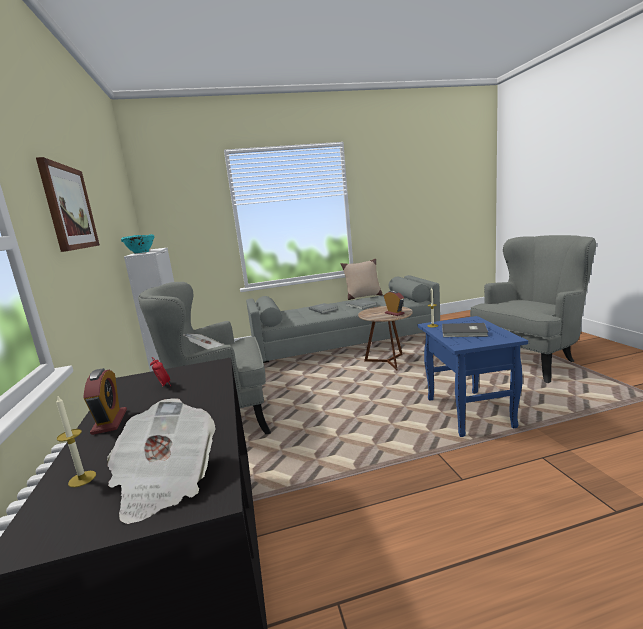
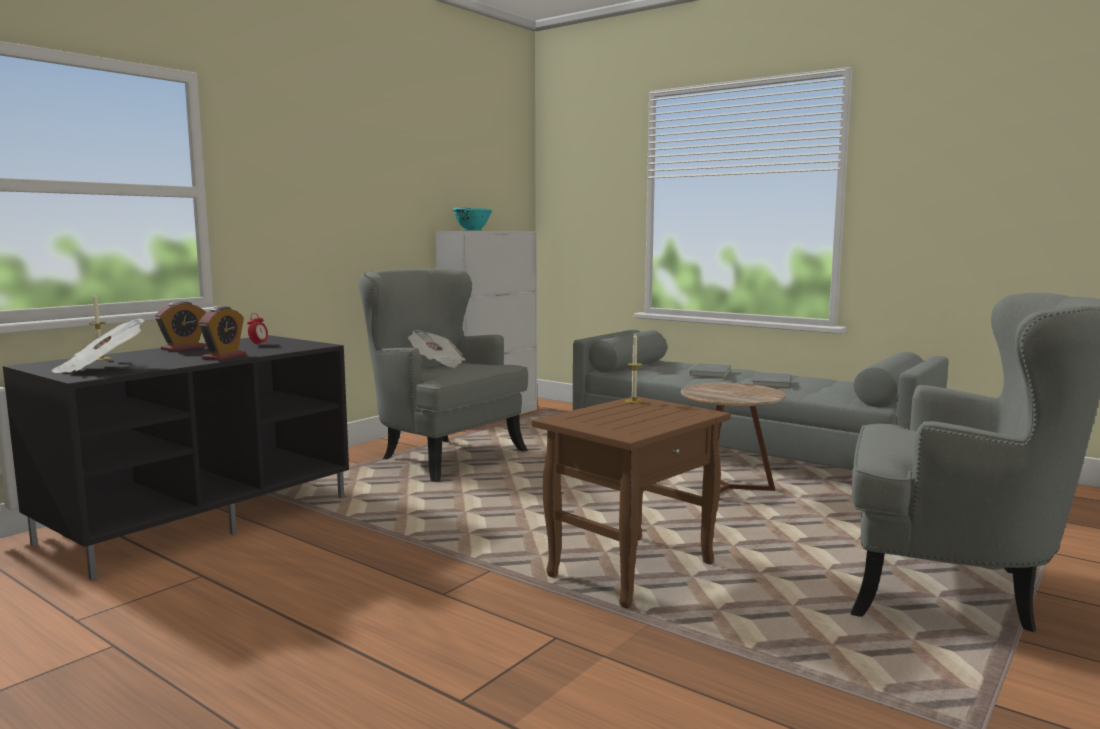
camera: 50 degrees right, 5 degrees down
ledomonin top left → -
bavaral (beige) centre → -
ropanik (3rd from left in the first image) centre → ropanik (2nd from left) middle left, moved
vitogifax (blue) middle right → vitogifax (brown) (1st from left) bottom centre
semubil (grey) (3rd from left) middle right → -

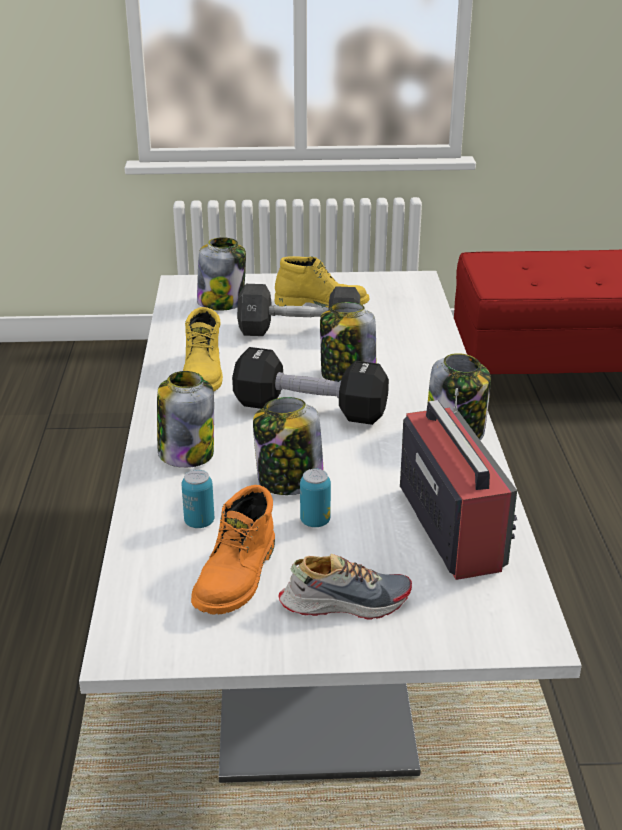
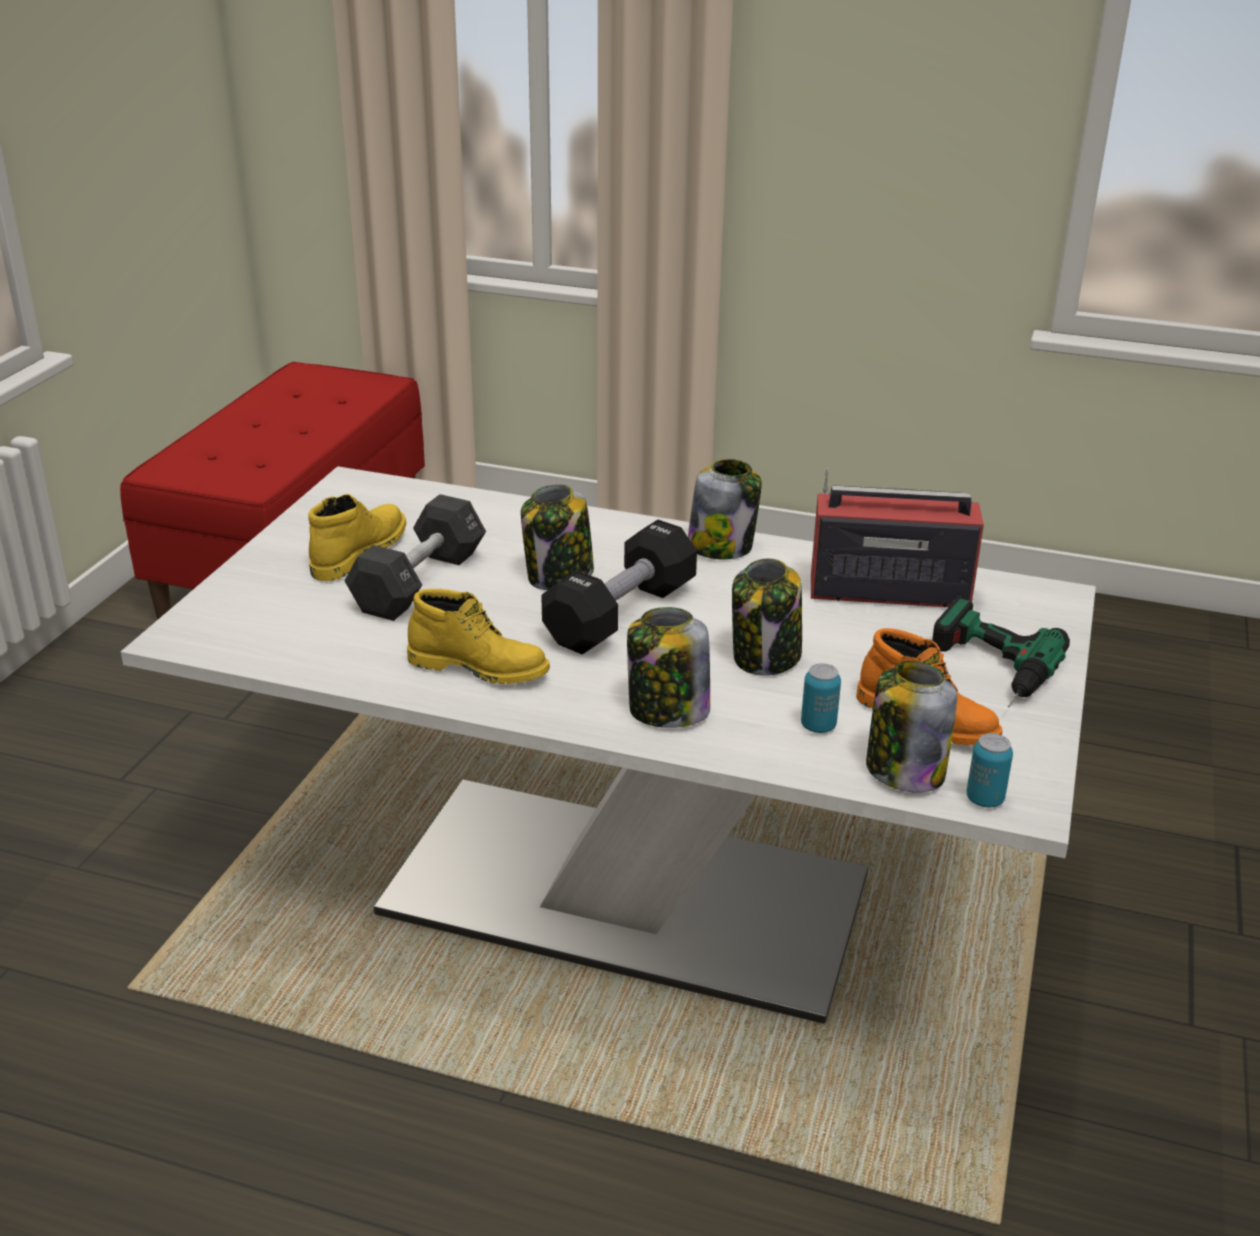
camera: 70 degrees left, 0 degrees up
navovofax (2nd from left in the first image) top centre → navovofax (5th from left) middle right, moved
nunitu bottom centre → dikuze middle right
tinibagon (2nd from left) centre → tinibagon (2nd from left) middle right, moved

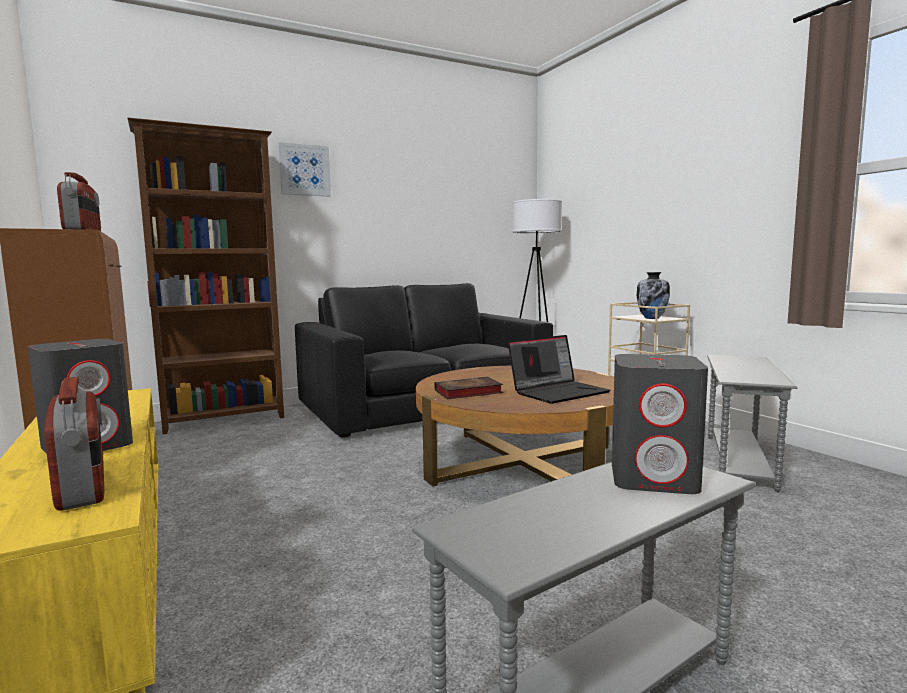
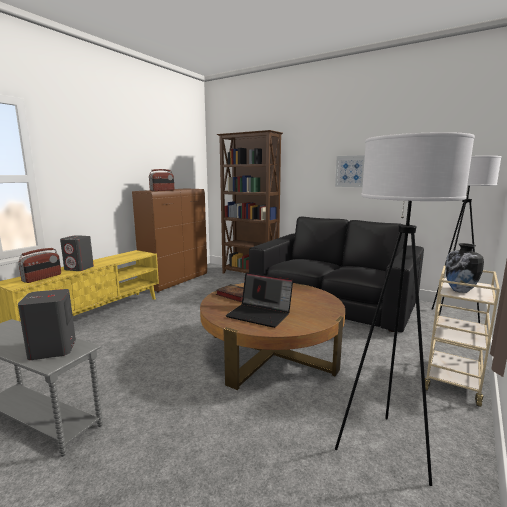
camera: 60 degrees right, 5 degrees up
ledomonin top centre → ledomonin middle right, moved
vitogifax (grey) (2nd from left) middle right → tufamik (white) (1st from left) middle right

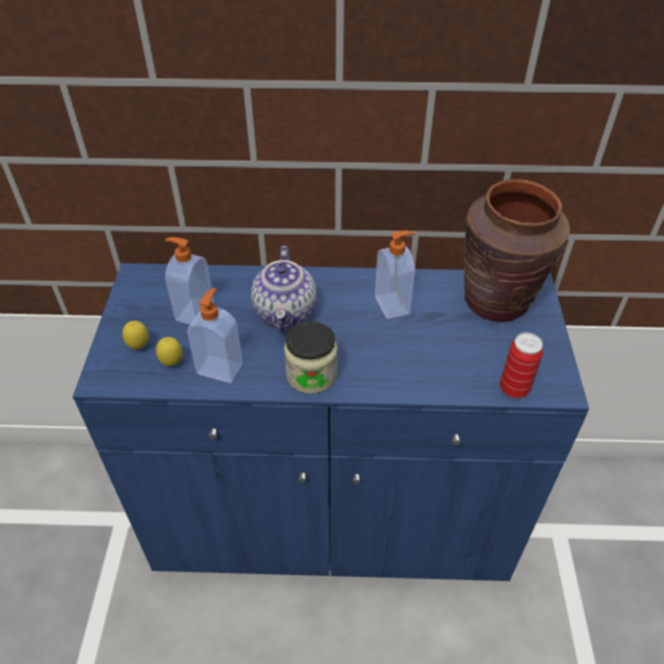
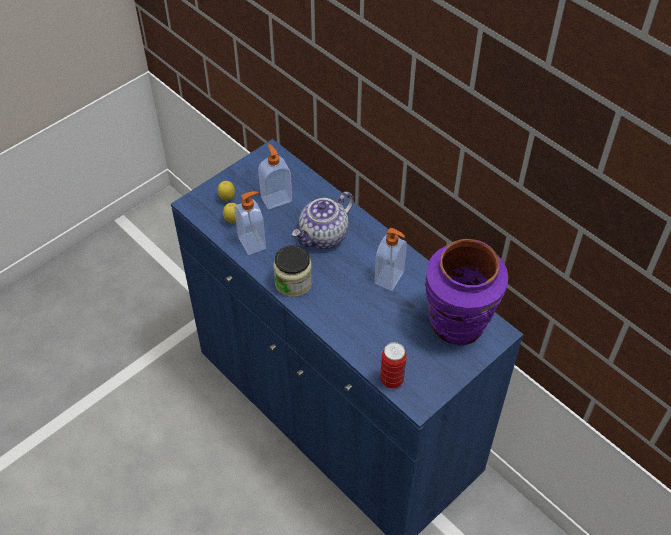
camera: 45 degrees right, 5 degrees up
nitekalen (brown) middle right → nitekalen (purple) middle right

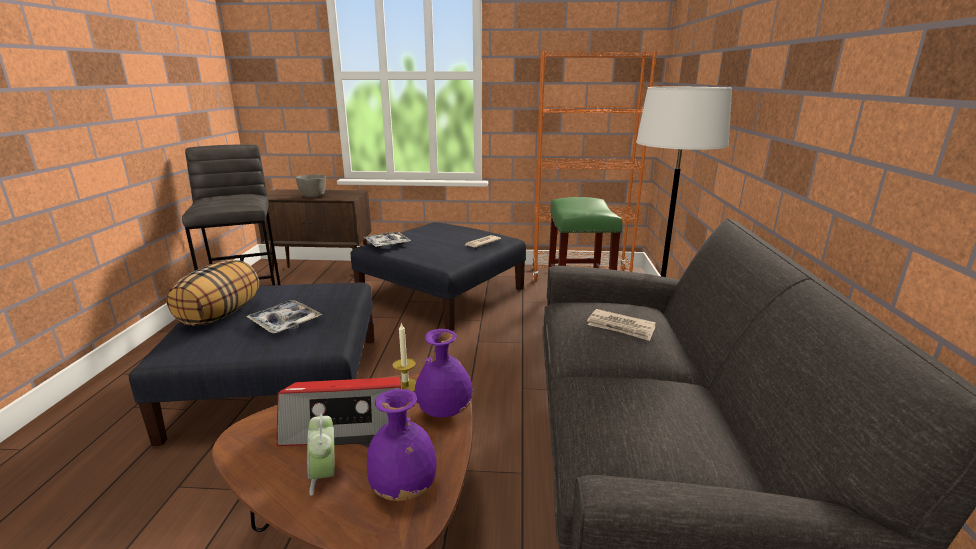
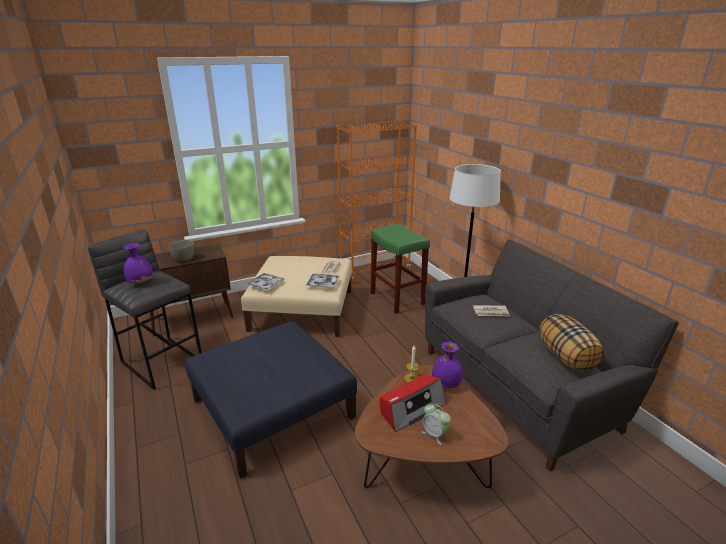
camera: 30 degrees left, 5 degrees up
bavaral middle left → bavaral middle right, moved
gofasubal (1st from left in the first image) middle left → gofasubal (2nd from left) centre, moved
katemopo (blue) (2nd from left) centre → katemopo (beige) centre
nitekalen (purple) (1st from left) bottom centre → nitekalen (purple) (1st from left) middle left, moved

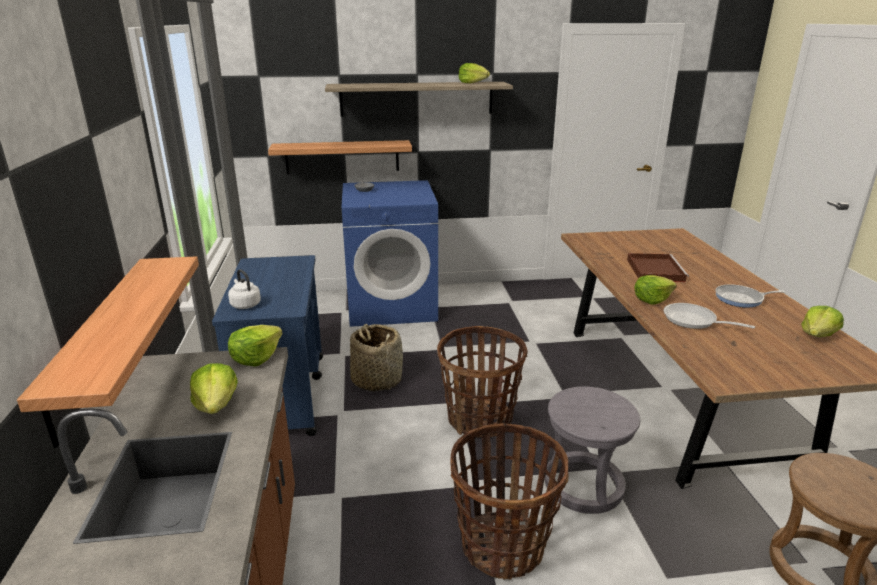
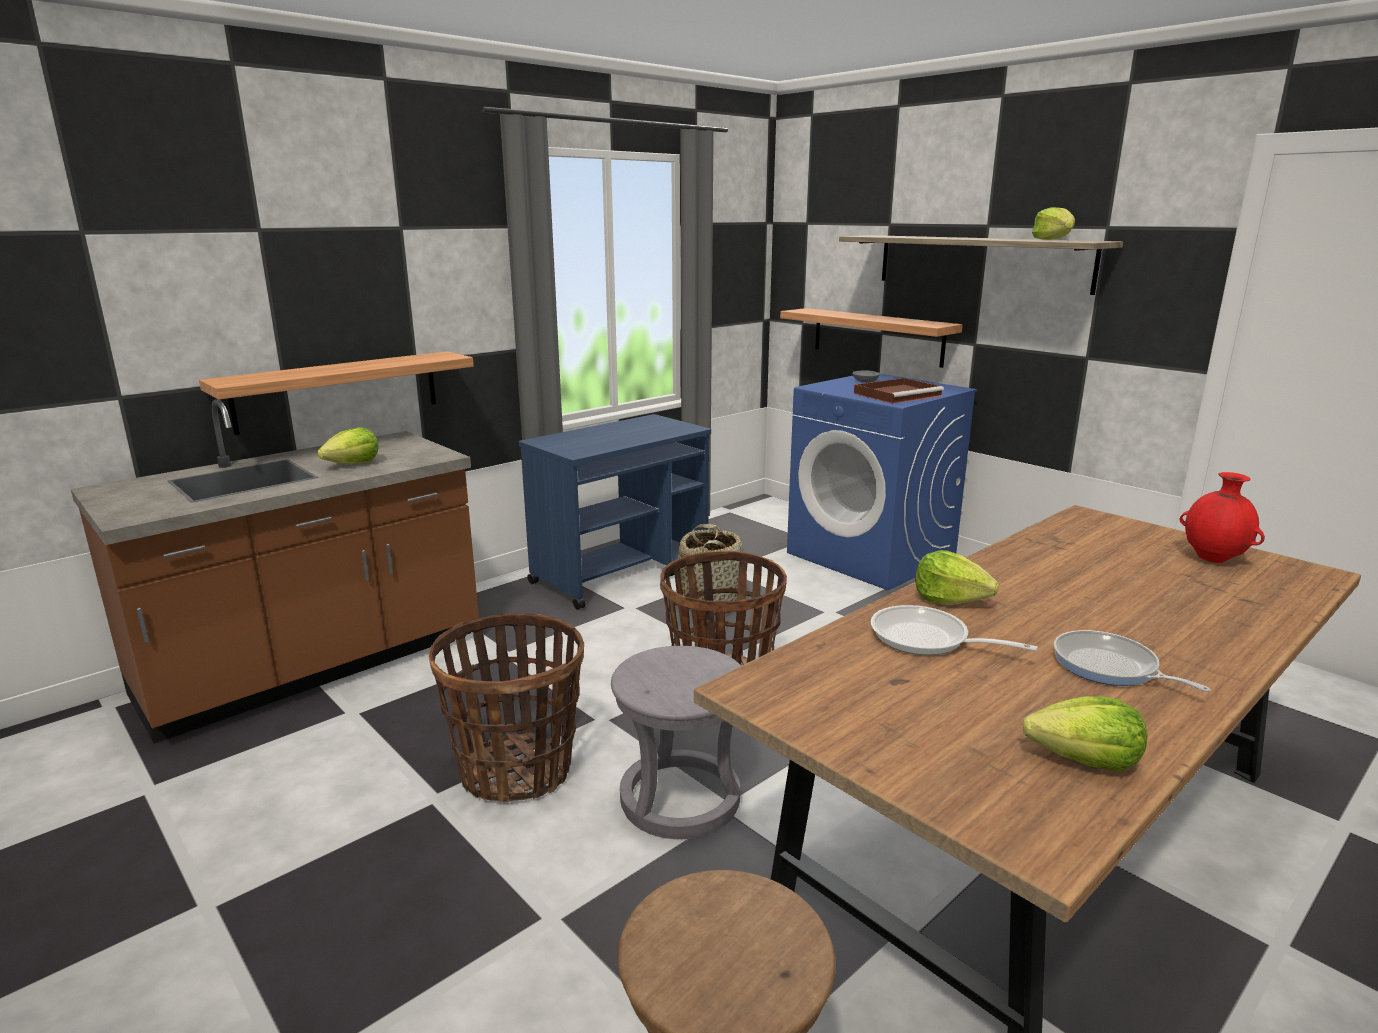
camera: 55 degrees right, 5 degrees down
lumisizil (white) middle left → -
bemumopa (2nd from left) middle left → -
gofasubal (brown) middle right → gofasubal (brown) centre, moved
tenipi (1st from left) middle right, 60 degrees counterclockwise
- → nitekalen (red) middle right

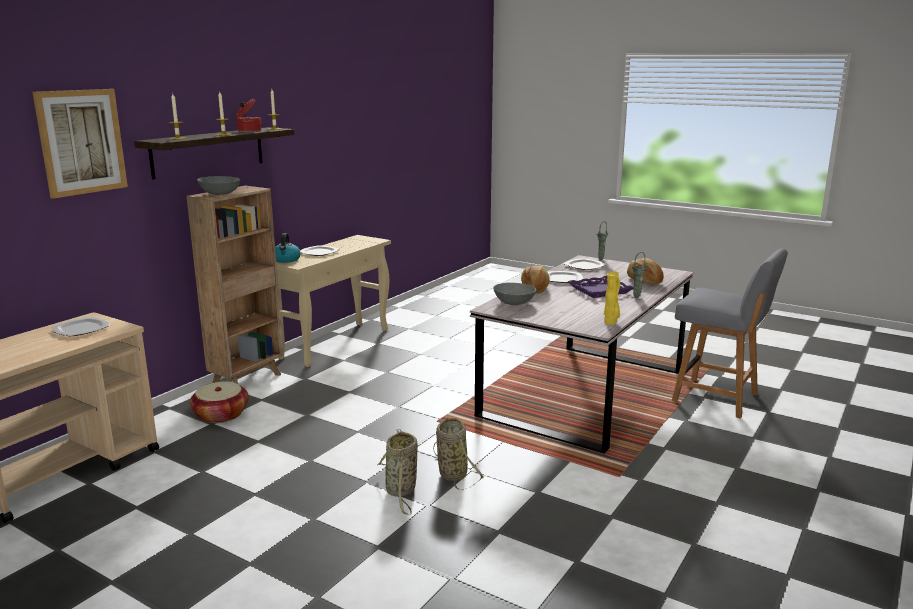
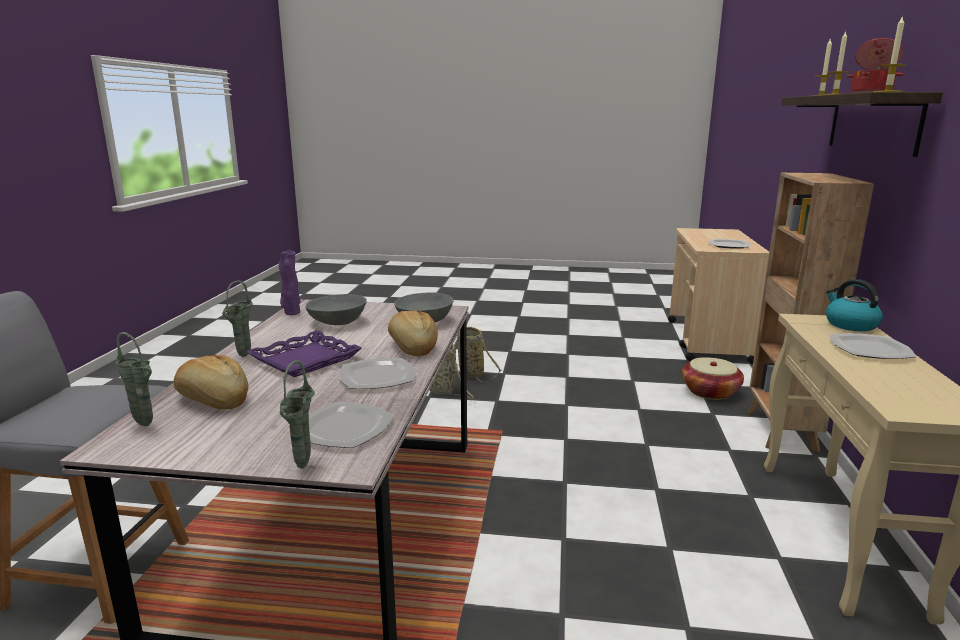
camera: 155 degrees right, 0 degrees up
ledomonin top left → -
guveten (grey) (1st from left) top left → guveten (grey) (1st from left) centre, moved
nitekalen (yellow) middle right → nitekalen (purple) middle left
- → nitekalen (green) (1st from left) middle left

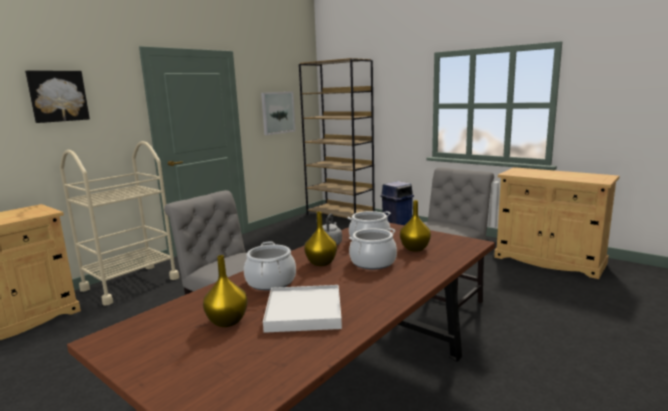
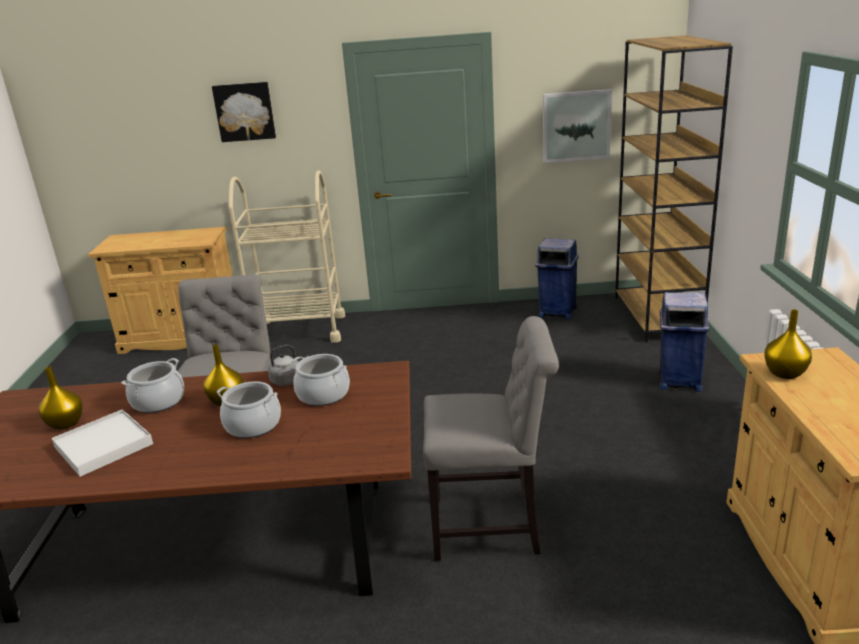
camera: 50 degrees right, 10 degrees up
nitekalen (yellow) (3rd from left) centre → nitekalen (yellow) (3rd from left) middle right, moved
- → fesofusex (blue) (1st from left) centre

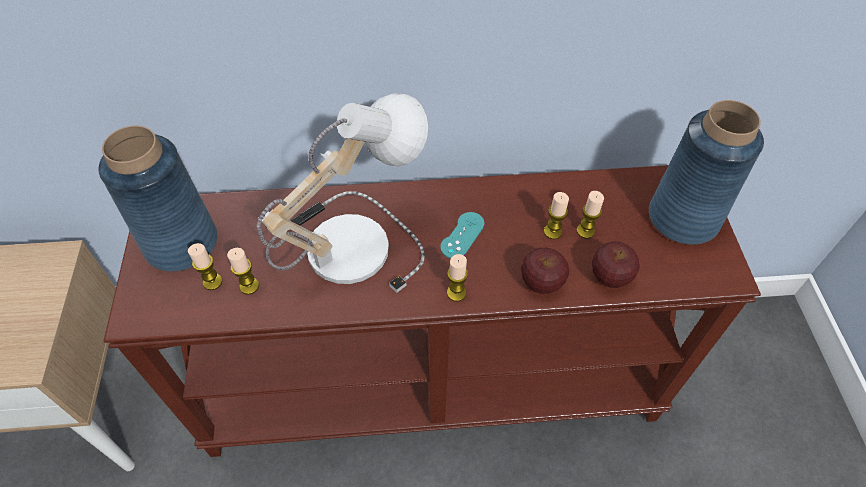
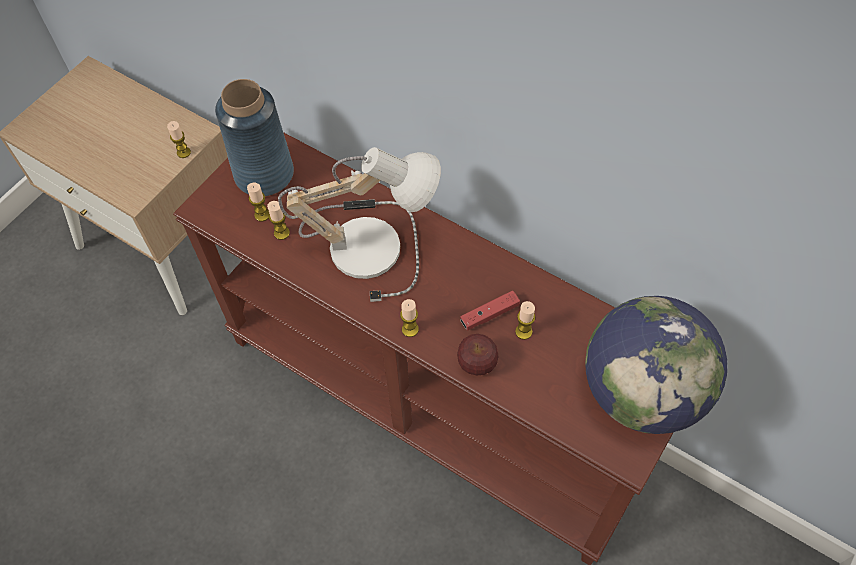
camera: 40 degrees right, 5 degrees up
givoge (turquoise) centre → -
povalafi (5th from left in the first image) middle right → povalafi (1st from left) top left, moved
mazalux (2nd from left) middle right → -
nitekalen (blue) (2nd from left) middle right → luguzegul middle right
- → givoge (red) centre

